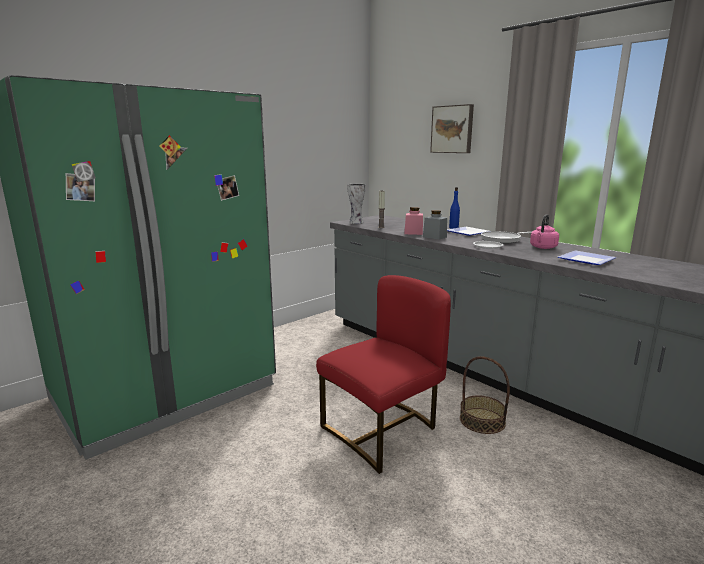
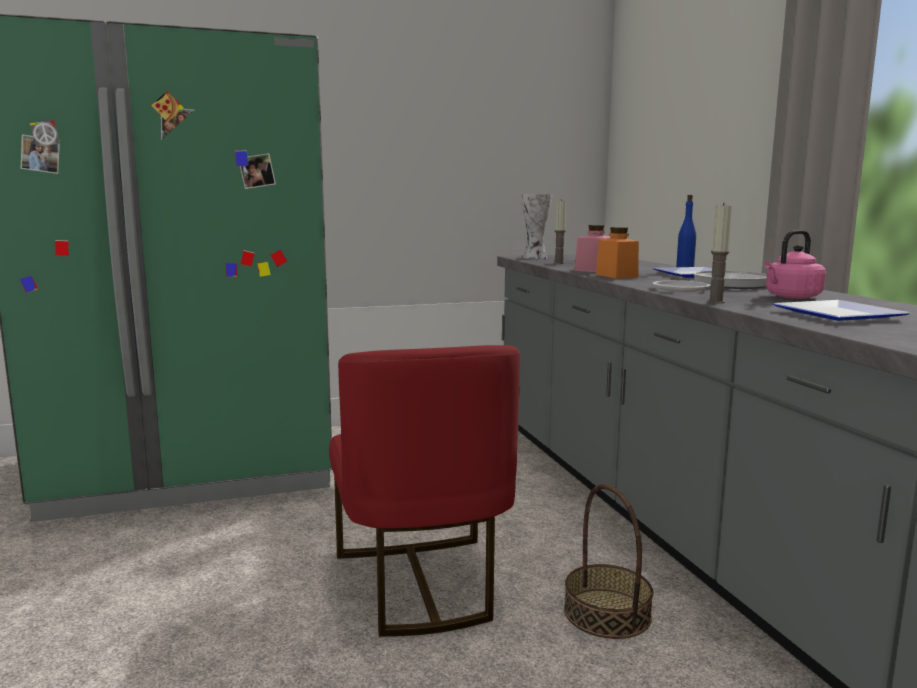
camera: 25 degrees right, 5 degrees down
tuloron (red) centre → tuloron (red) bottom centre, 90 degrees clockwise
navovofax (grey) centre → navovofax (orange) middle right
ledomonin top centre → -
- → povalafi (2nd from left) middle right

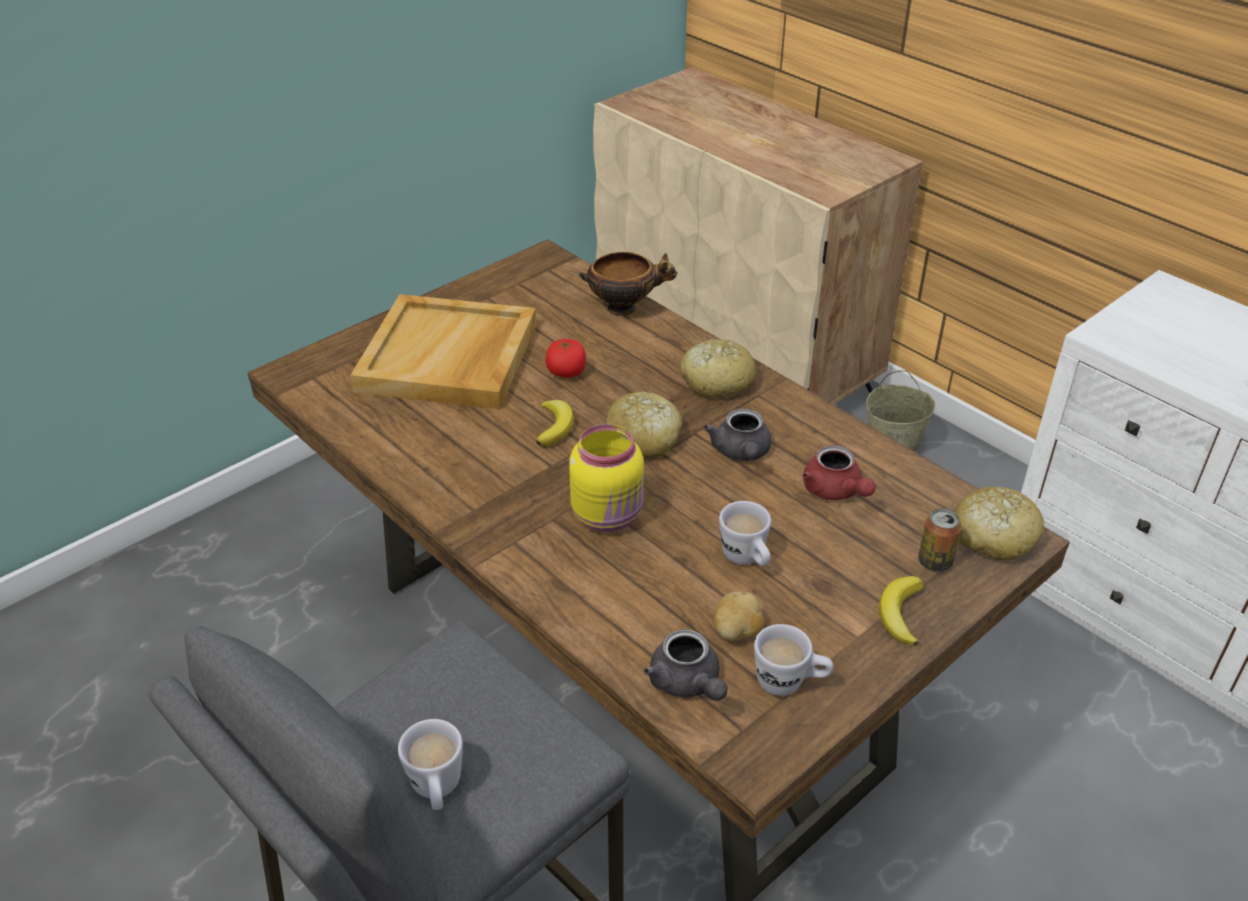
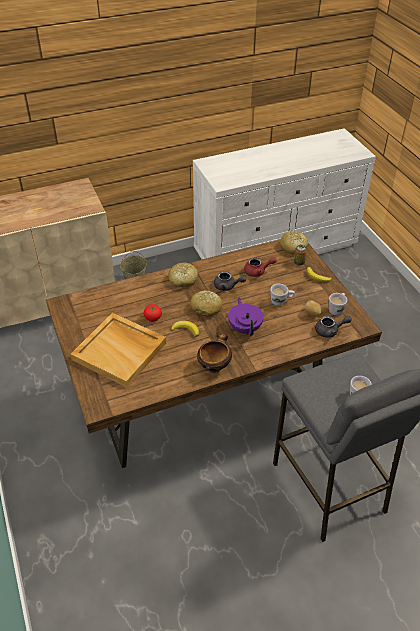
camera: 70 degrees left, 5 degrees up
navovofax (yellow) centre → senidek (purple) centre
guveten top centre → guveten centre, moved

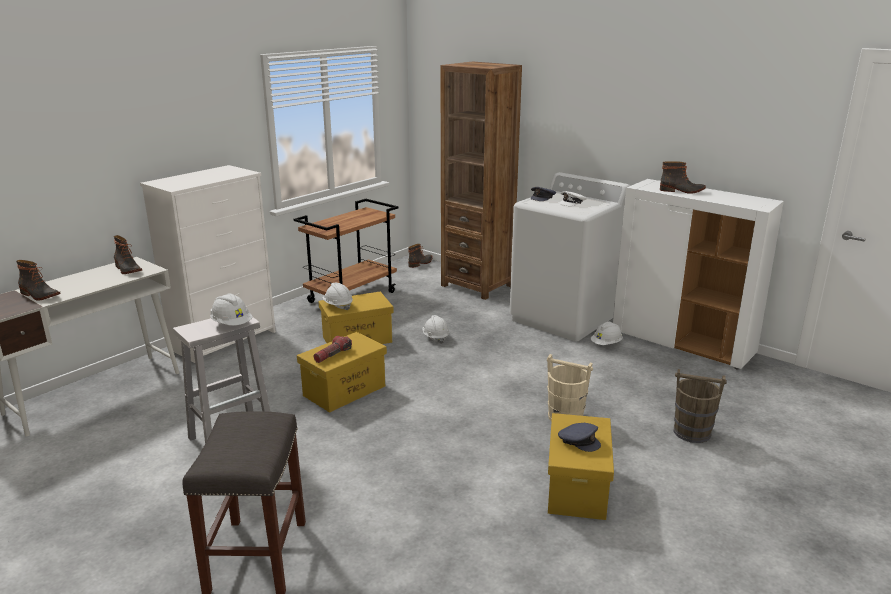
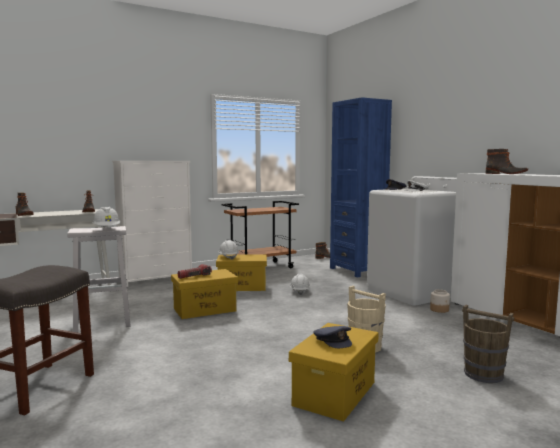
camera: 20 degrees right, 15 degrees down
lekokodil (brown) top centre → lekokodil (blue) centre
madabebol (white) (4th from left) middle right → navovofax bottom right

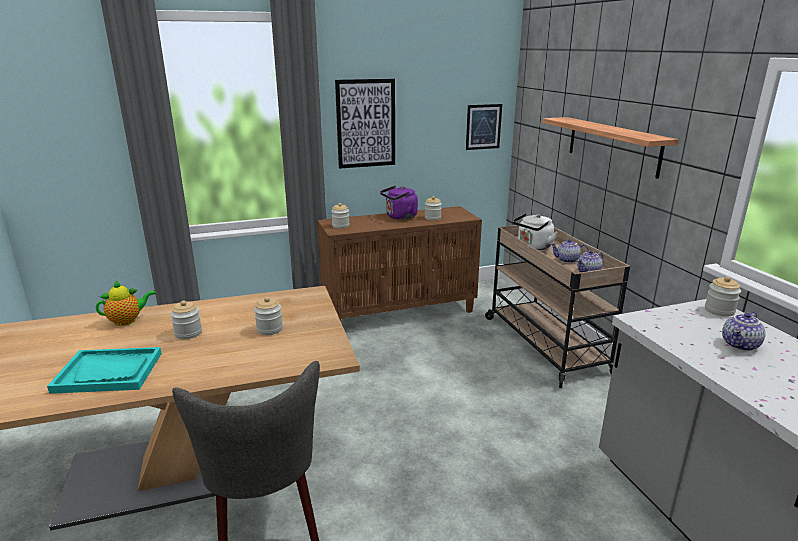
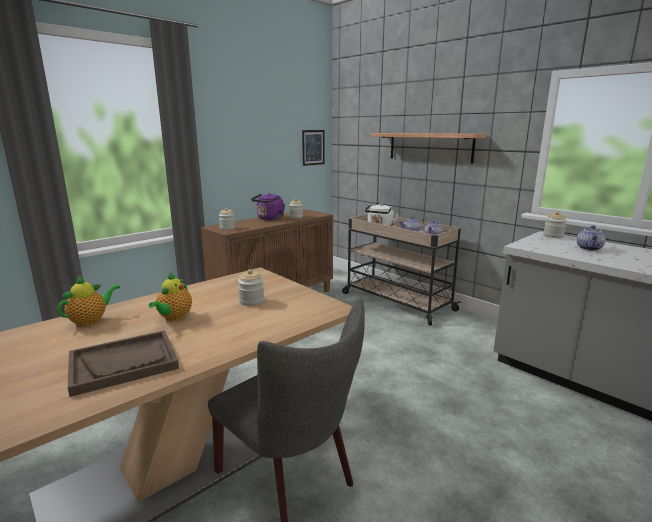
camera: 25 degrees left, 5 degrees down
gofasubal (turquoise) bottom left → gofasubal (brown) bottom left
navovofax (1st from left) middle left → senidek (2nd from left) middle left
ledomonin (1st from left) top centre → -

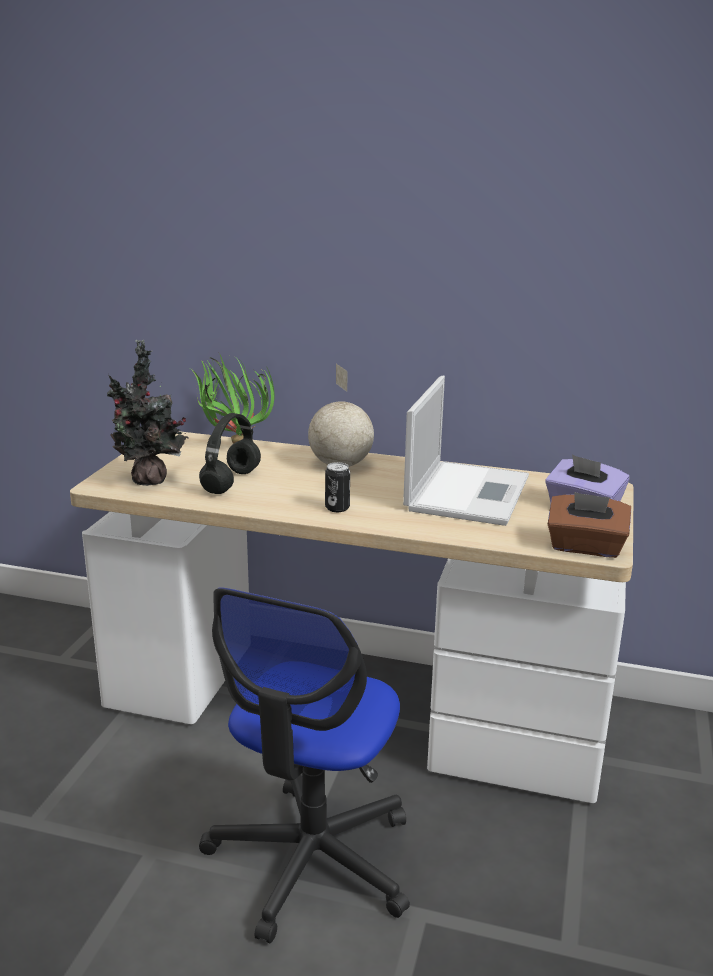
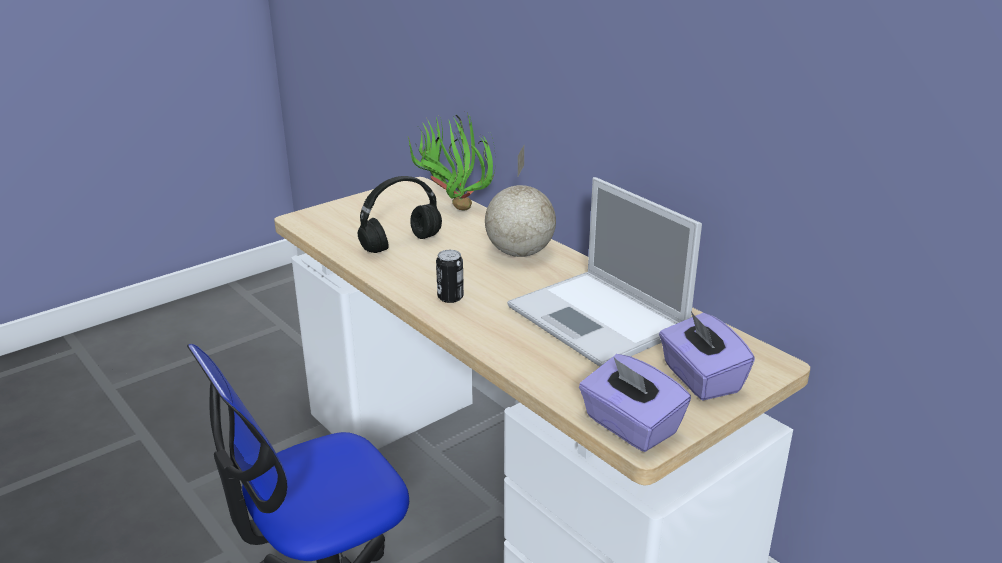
camera: 35 degrees right, 5 degrees up
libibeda (1st from left) middle left → -
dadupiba centre, 90 degrees clockwise
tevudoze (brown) middle right → tevudoze (purple) (1st from left) bottom centre

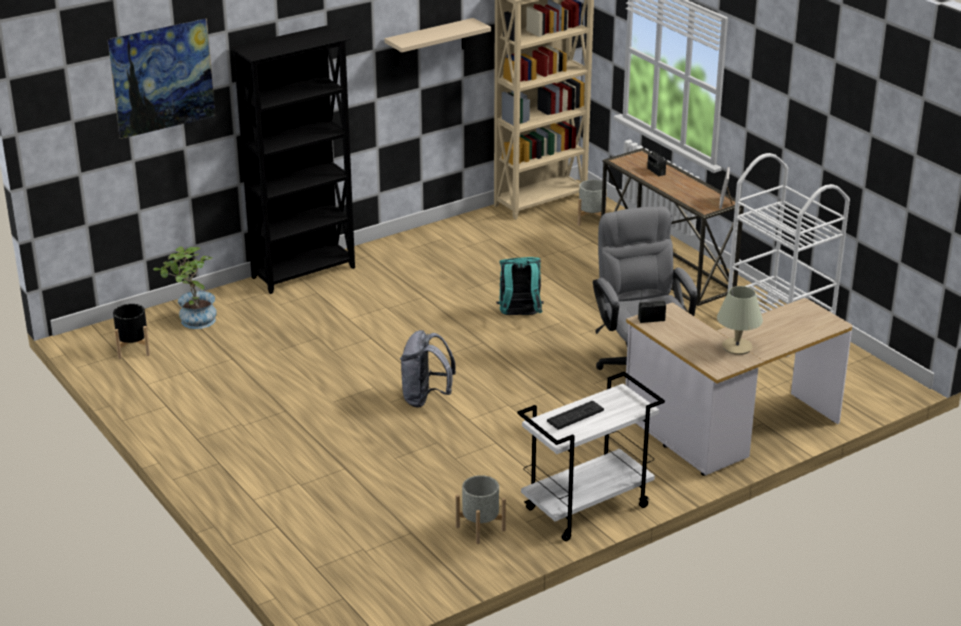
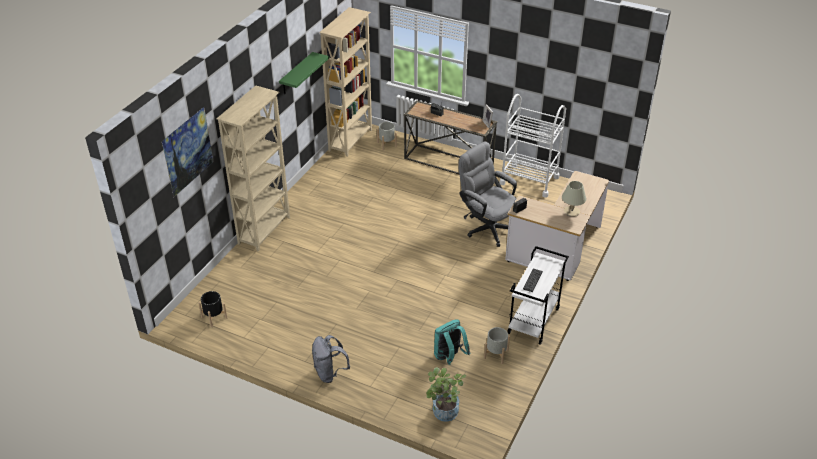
camera: 30 degrees left, 10 degrees up
libibeda middle left → libibeda bottom centre, moved
lekokodil (black) top left → lekokodil (beige) (1st from left) middle left
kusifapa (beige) top centre → kusifapa (green) top centre
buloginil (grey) centre → buloginil (grey) bottom centre, moved
buloginil (turquoise) centre → buloginil (turquoise) bottom centre, moved

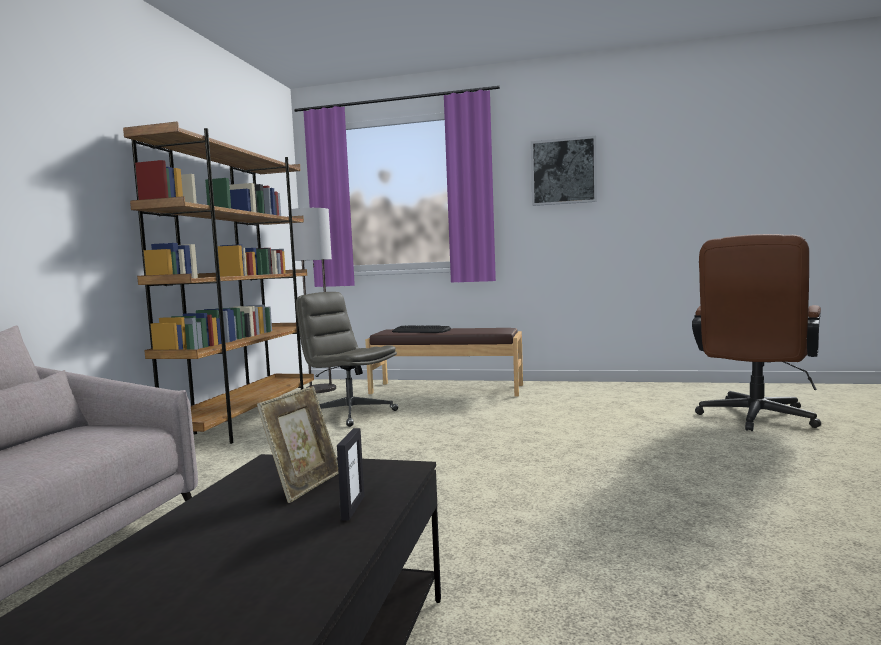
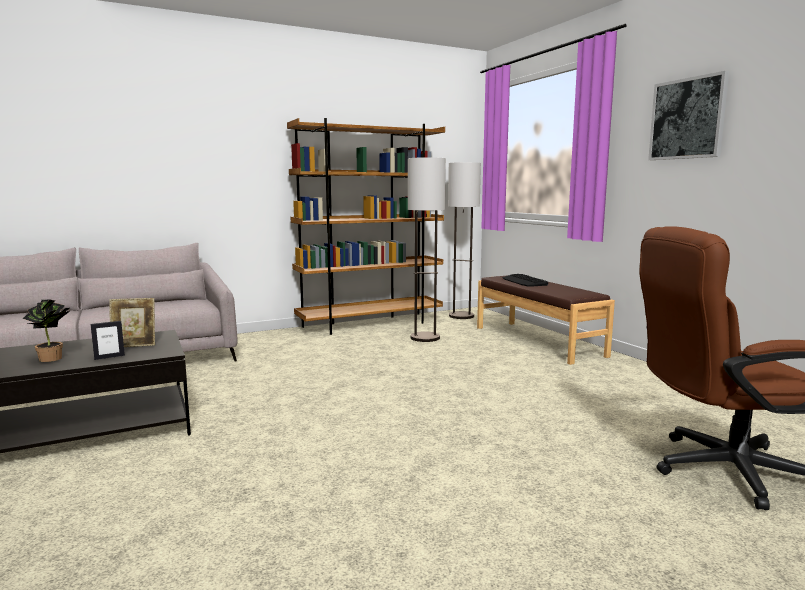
camera: 50 degrees right, 5 degrees up
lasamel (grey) centre → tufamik (1st from left) centre
- → libibeda middle left

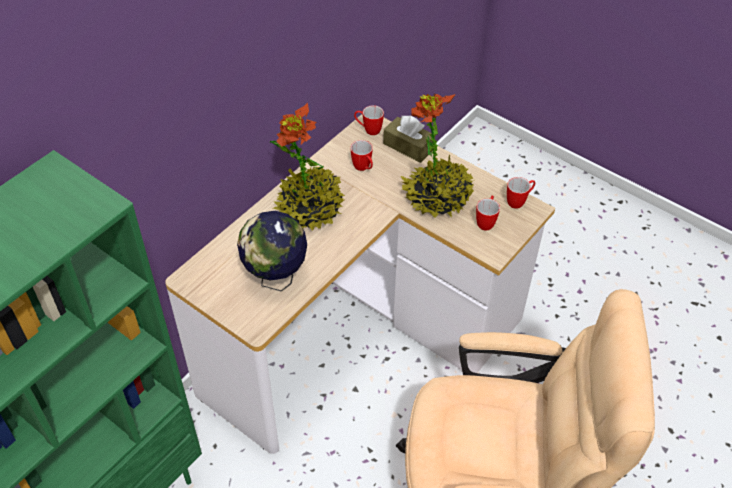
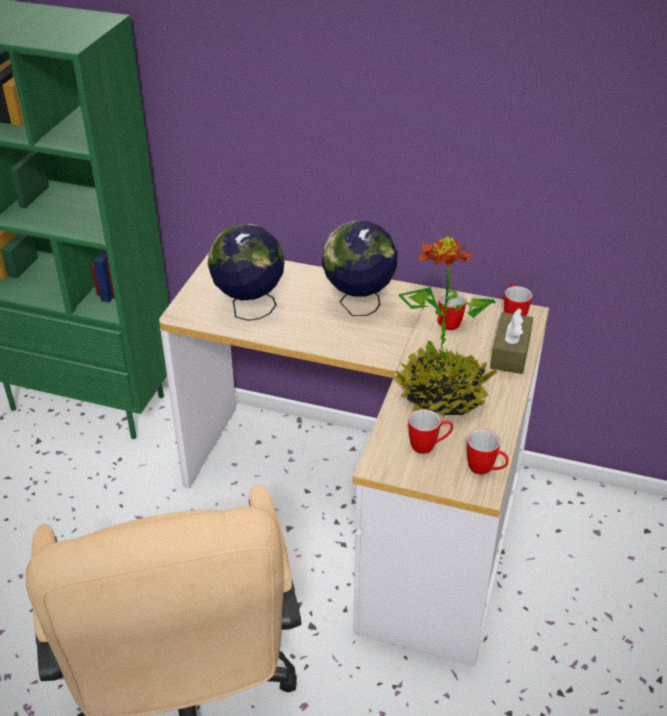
camera: 70 degrees right, 10 degrees down
libibeda (1st from left) centre → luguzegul (2nd from left) centre

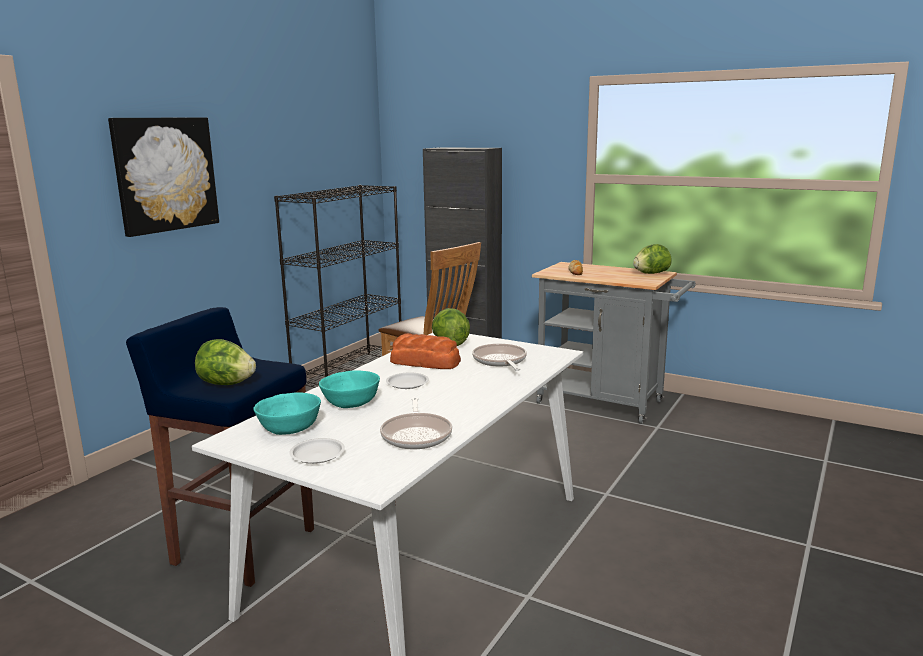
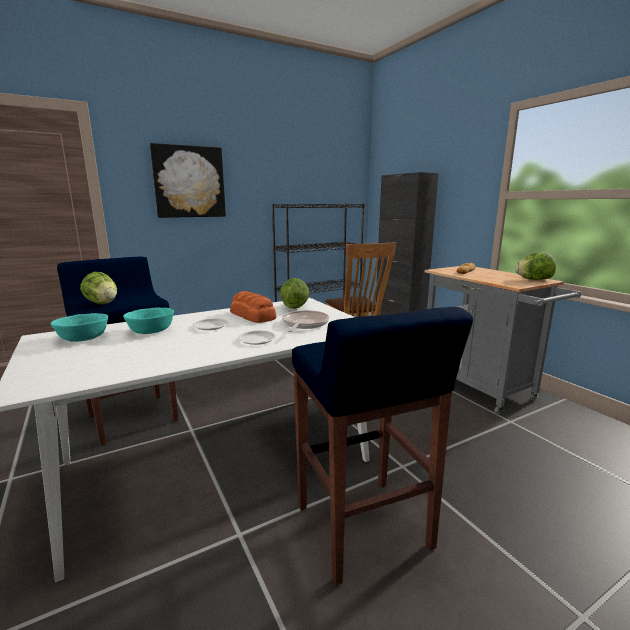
camera: 30 degrees right, 0 degrees up
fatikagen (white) (1st from left in the first image) bottom centre → fatikagen (white) (2nd from left) centre, moved
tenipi (1st from left) centre → -
- → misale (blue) (2nd from left) bottom centre

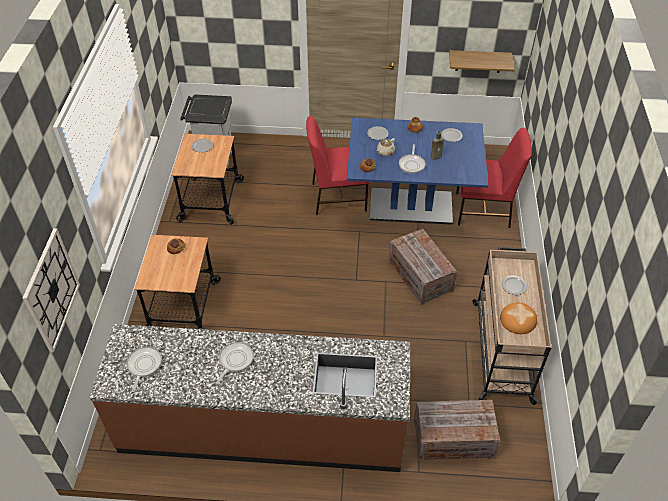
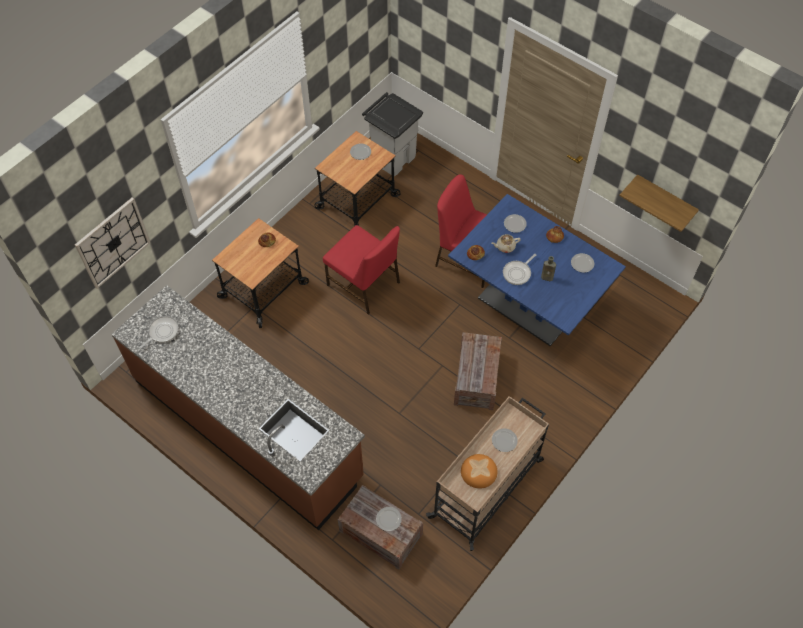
camera: 35 degrees right, 10 degrees up
tenipi (2nd from left) bottom centre → -
tuloron (red) (2nd from left in the first image) middle right → tuloron (red) (1st from left) centre, moved
- → fatikagen (2nd from left) bottom centre

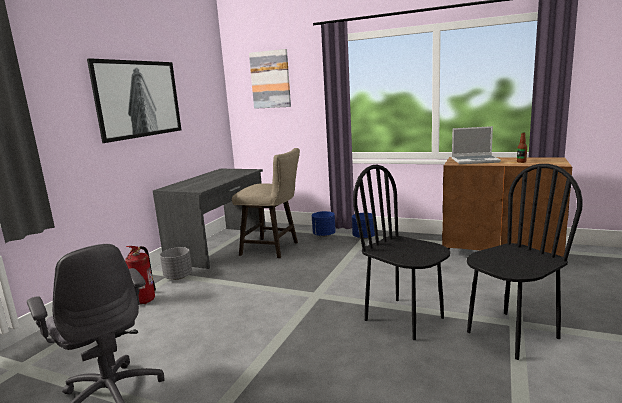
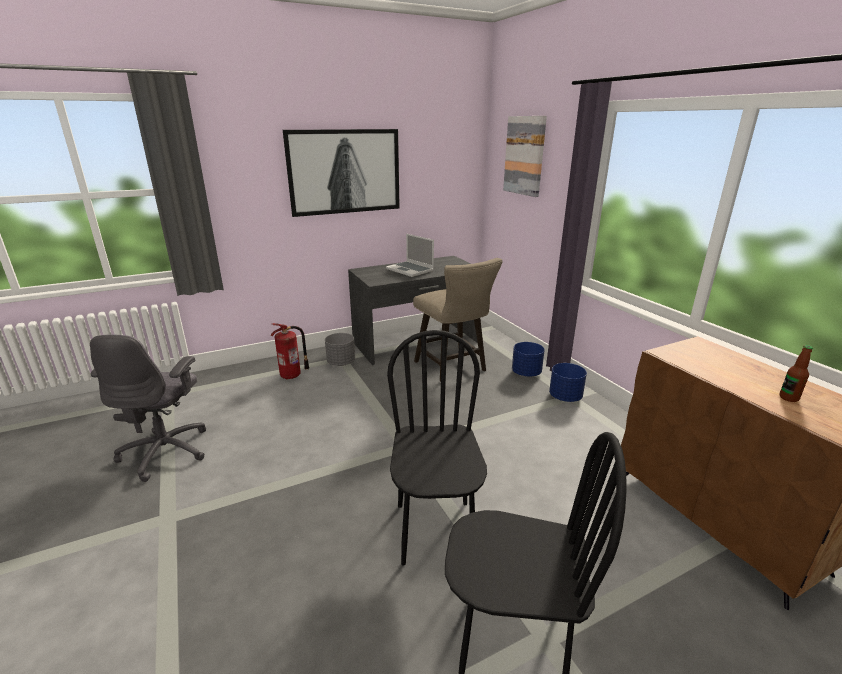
camera: 40 degrees right, 10 degrees up
dadupiba middle right → dadupiba centre, moved

